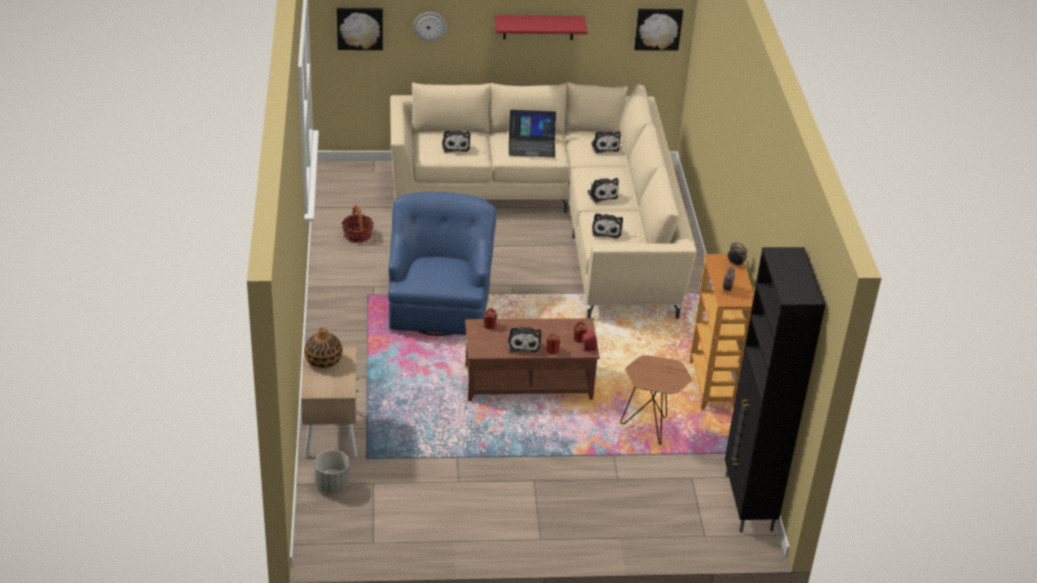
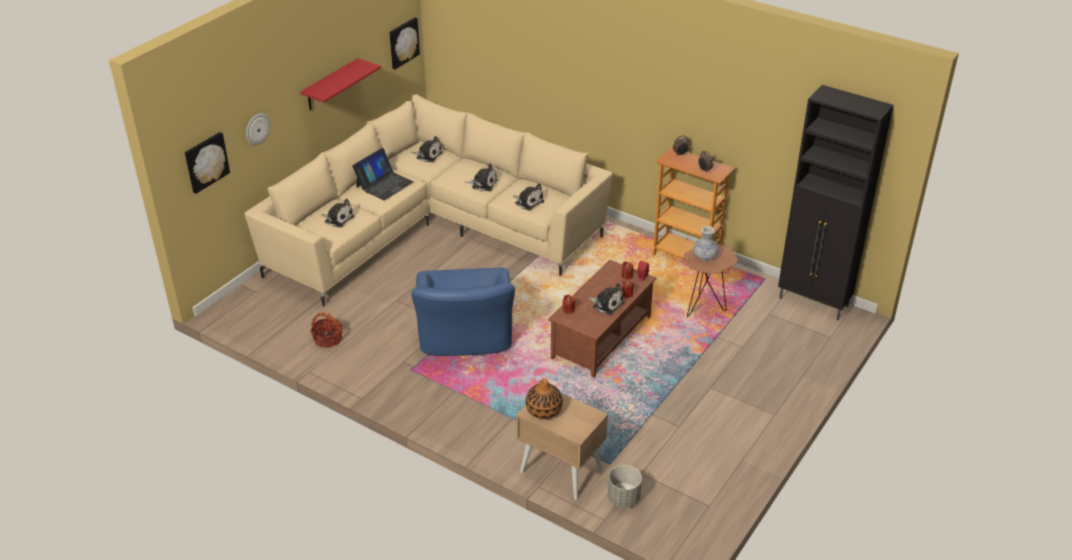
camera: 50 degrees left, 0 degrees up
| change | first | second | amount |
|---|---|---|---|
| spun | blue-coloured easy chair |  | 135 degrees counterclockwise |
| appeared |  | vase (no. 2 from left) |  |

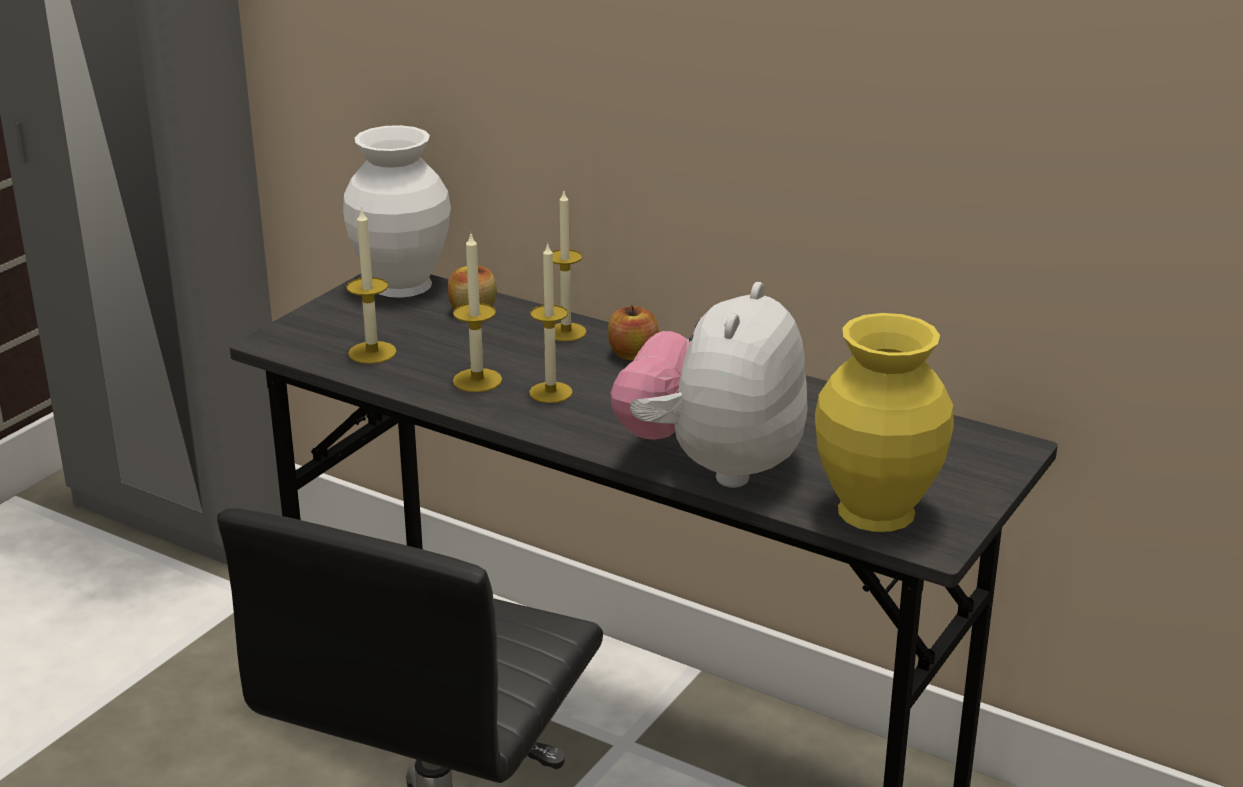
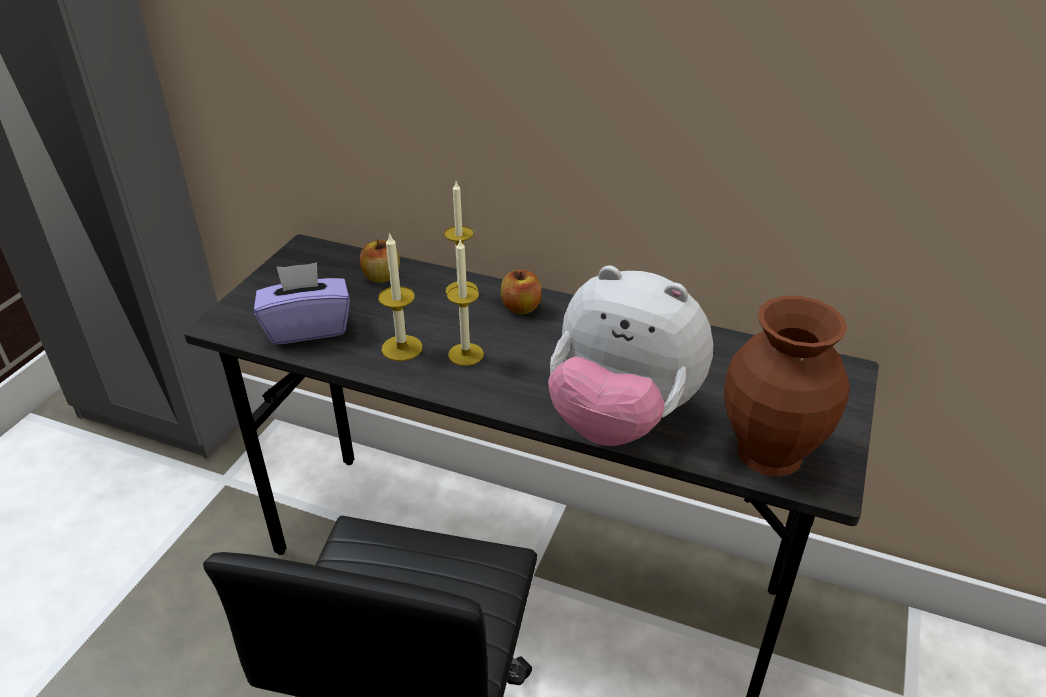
camera: 10 degrees left, 10 degrees up
| change | first | second | amount |
|---|---|---|---|
| exchanged | wax light (no. 1 from left) | purplish tissue holder |  |
| spun | plush toy |  | 75 degrees counterclockwise |
| colour | yellow vase | brownish vase |  |
| missing | white-coloured vase |  |  |

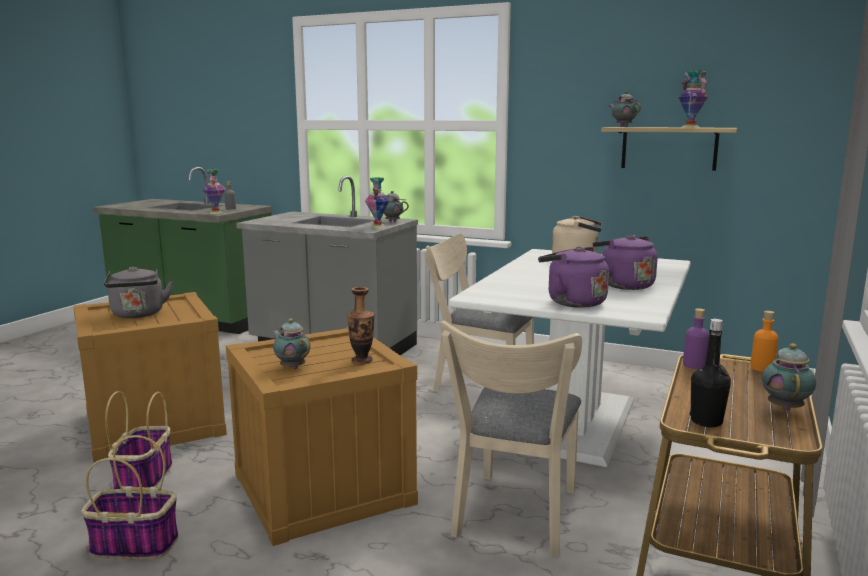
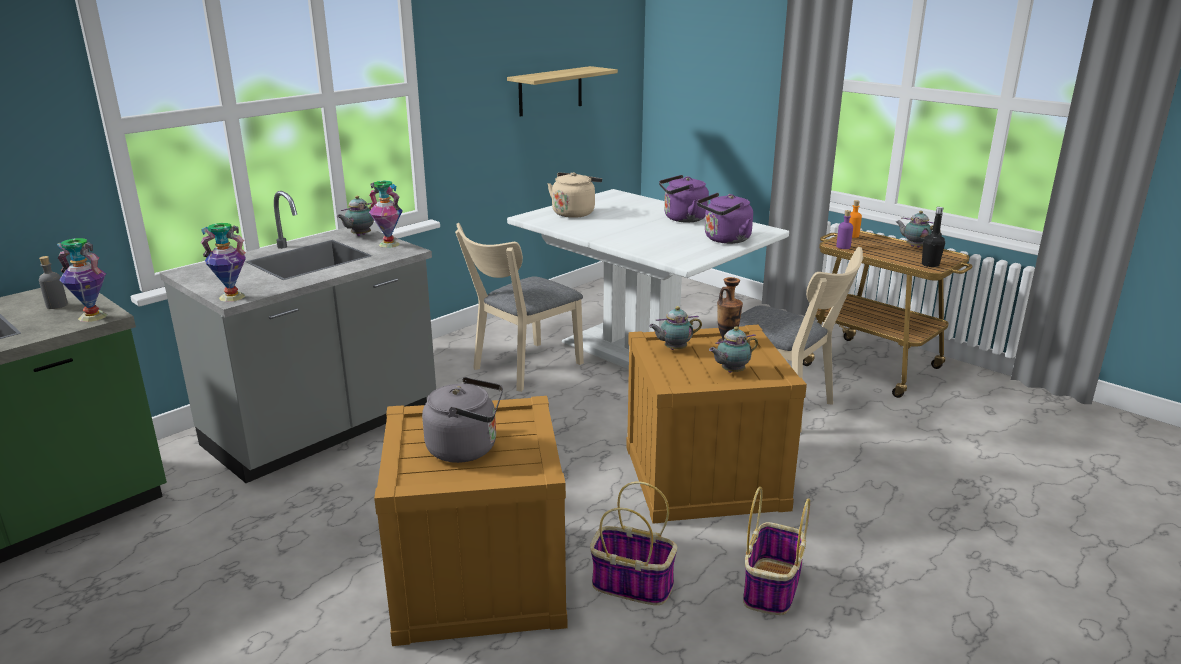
camera: 70 degrees left, 10 degrees up
| change | first | second | amount |
|---|---|---|---|
| relocated | vase (no. 4 from left in the first image) | vase (no. 2 from left) |  |
| relocated | tea pot (no. 3 from left in the first image) | tea pot (no. 2 from left) |  |

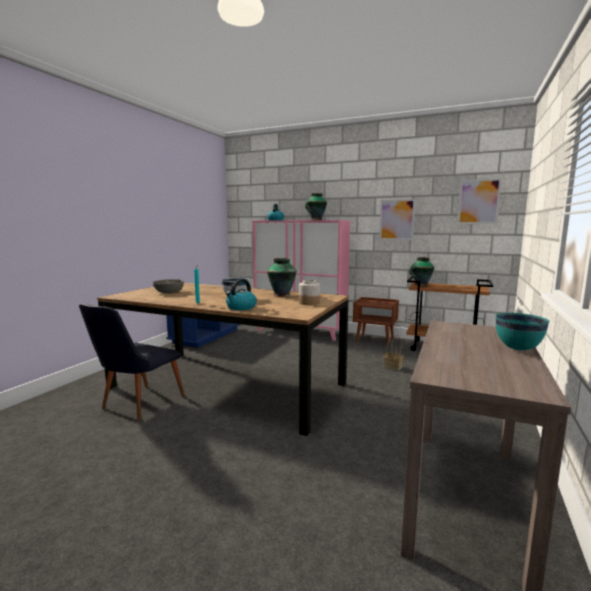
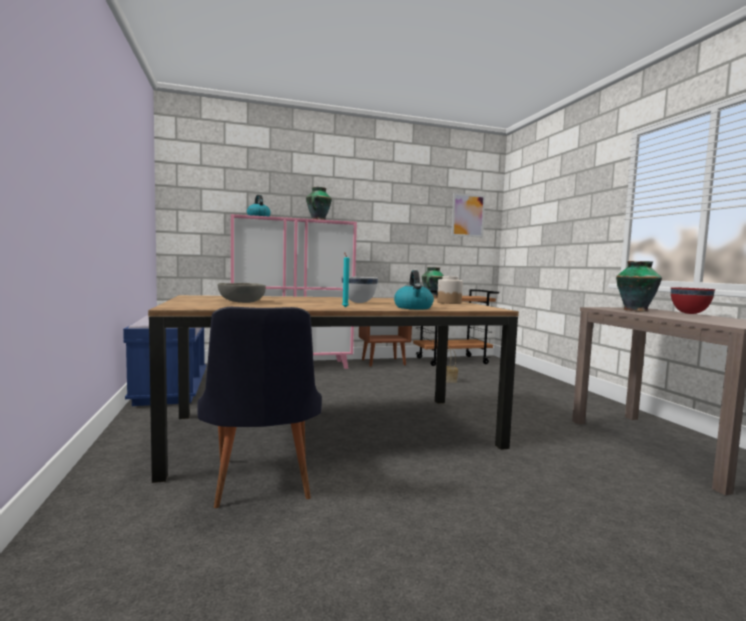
camera: 40 degrees left, 5 degrees down
| change | first | second | amount |
|---|---|---|---|
| relocated | vase (no. 1 from left in the first image) | vase (no. 3 from left) |  |
| colour | turquoise-coloured serving bowl | red-coloured serving bowl |  |
| missing | wall picture (no. 1 from left) |  |  |

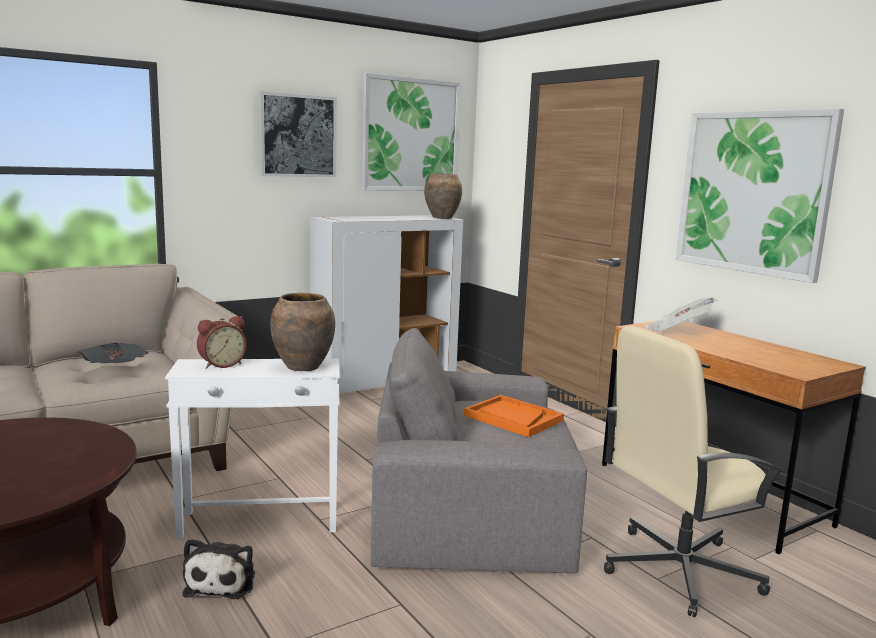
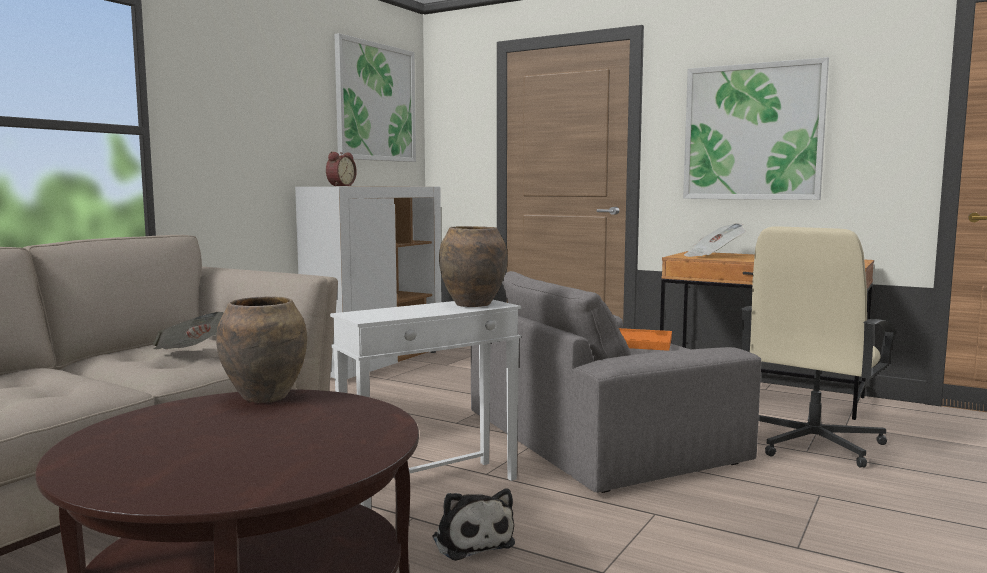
camera: 25 degrees left, 5 degrees down
| change | first | second | amount |
|---|---|---|---|
| relocated | brownish vase (no. 2 from left in the first image) | brownish vase (no. 1 from left) |  |
| relocated | alarm clock |  |  |
| missing | wall picture (no. 1 from left) |  |  |

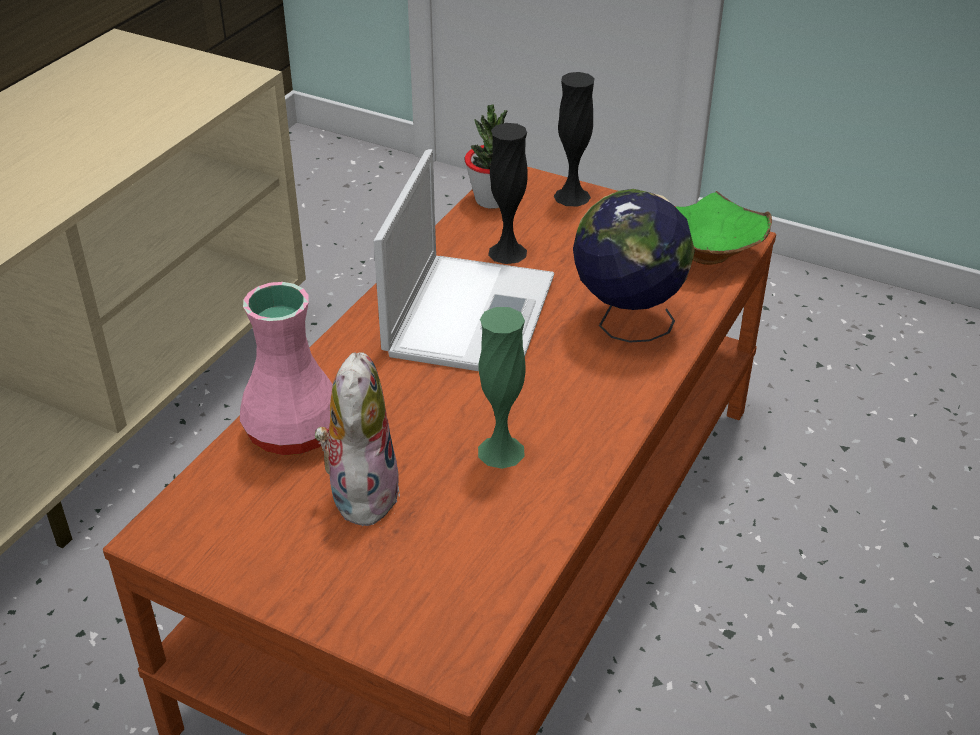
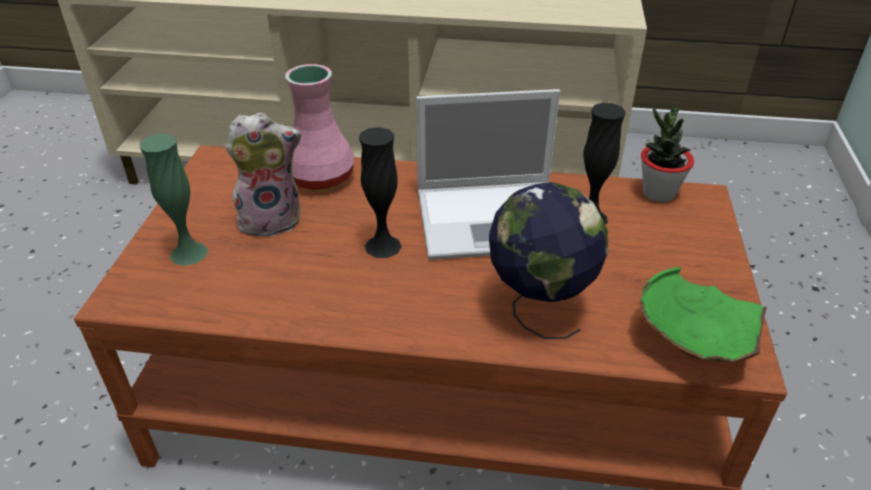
camera: 70 degrees right, 0 degrees up
| change | first | second | amount |
|---|---|---|---|
| relocated | greenish vase |  |  |
| relocated | blackish vase (no. 2 from left in the first image) | blackish vase (no. 1 from left) |  |

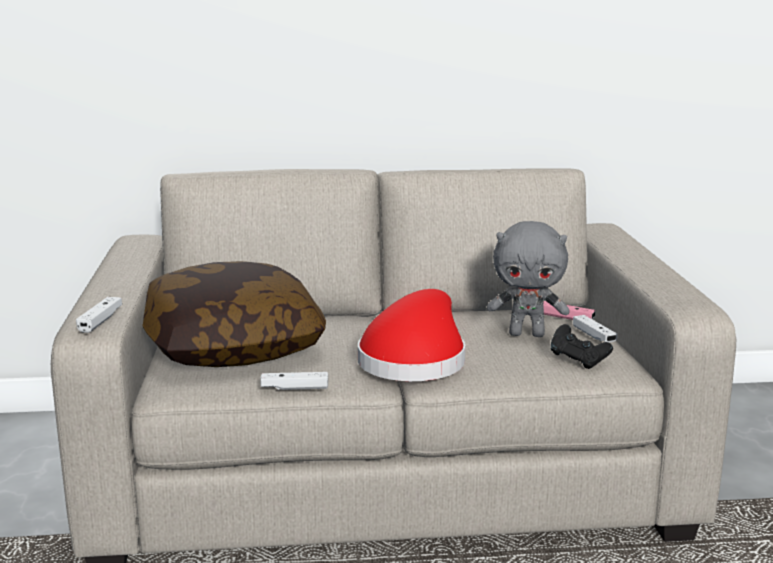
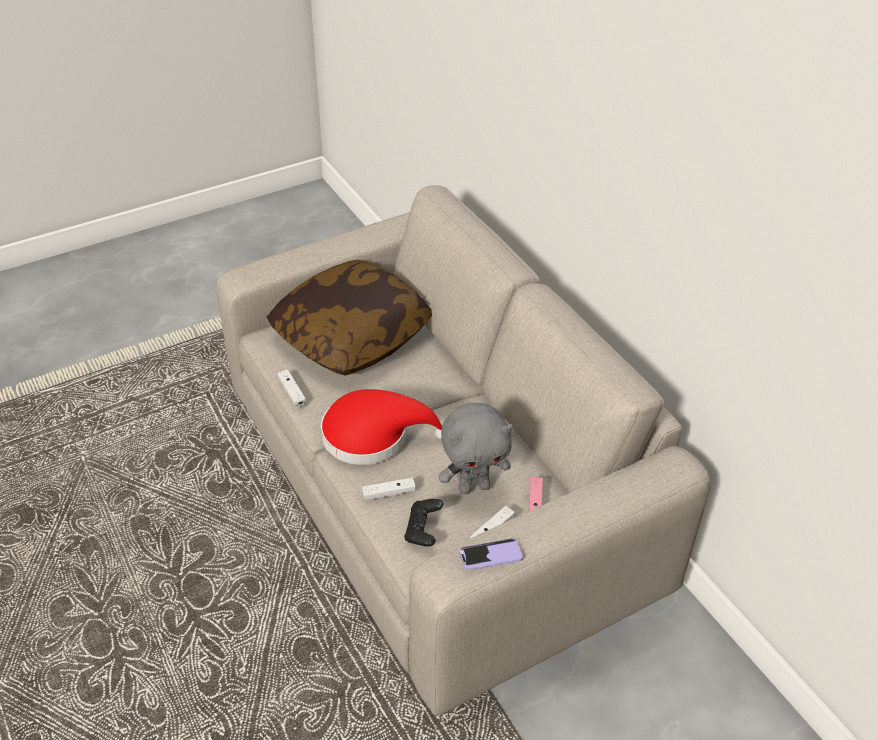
camera: 65 degrees right, 25 degrees up
| change | first | second | amount |
|---|---|---|---|
| relocated | white-coloured game controller (no. 1 from left in the first image) | white-coloured game controller (no. 2 from left) |  |
| spun | gray plush toy |  | 90 degrees counterclockwise |
| appeared |  | phone |  |

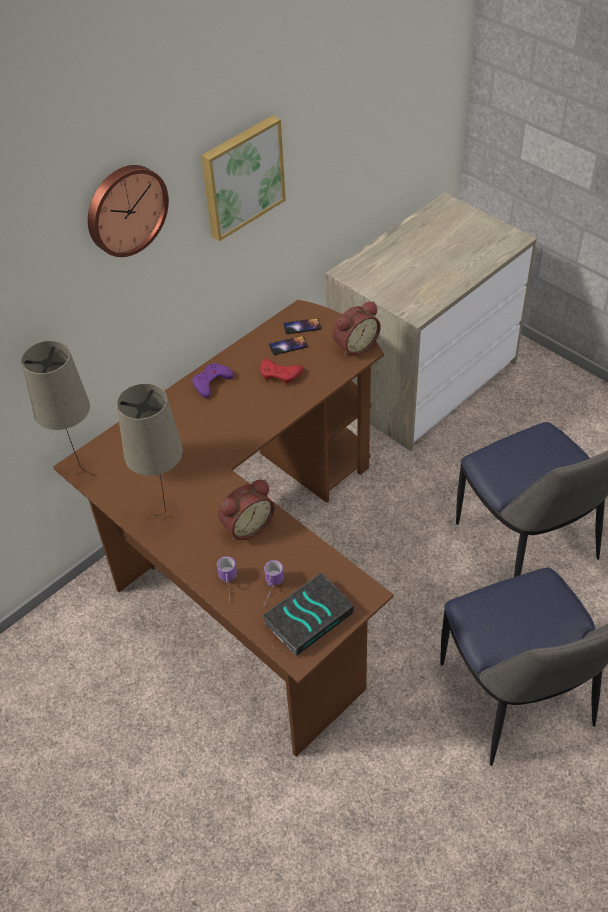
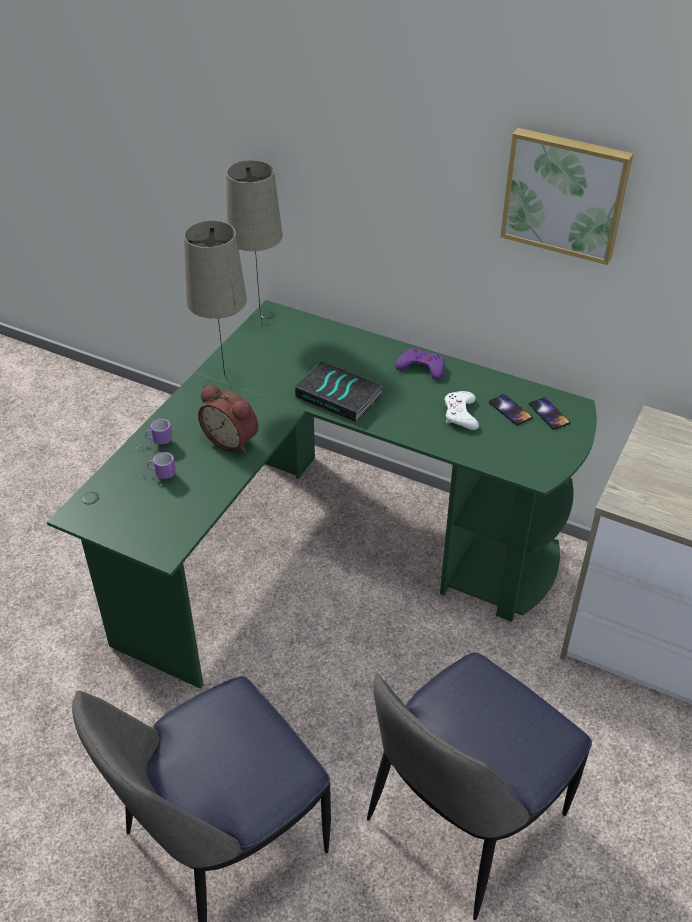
camera: 70 degrees right, 5 degrees down
| change | first | second | amount |
|---|---|---|---|
| colour | brownish desk | greenish desk |  |
| relocated | bound book |  |  |
| colour | red-coloured game controller | white-coloured game controller |  |
| missing | clock on the wall |  |  |
| missing | alarm clock (no. 2 from left) |  |  |

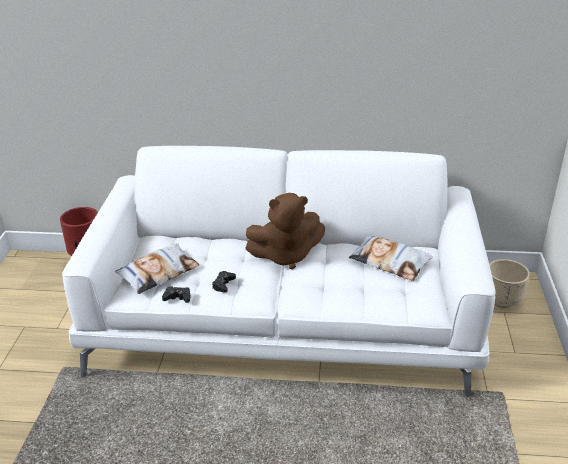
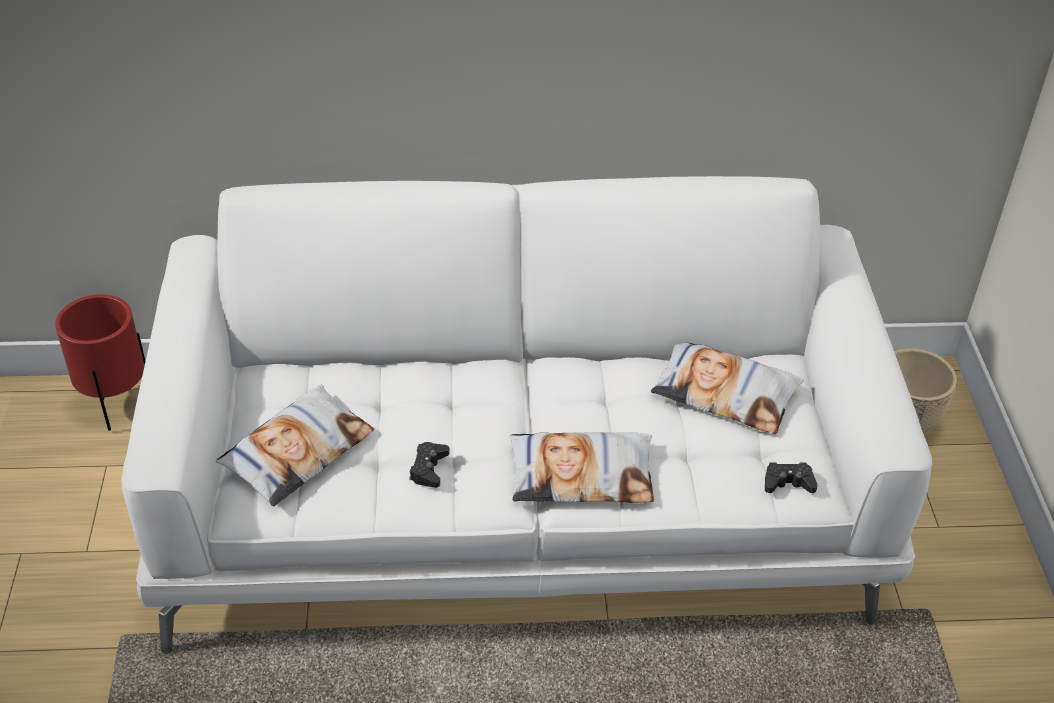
camera: 10 degrees left, 10 degrees up
| change | first | second | amount |
|---|---|---|---|
| appeared |  | cushion (no. 2 from left) |  |
| relocated | blackish game controller (no. 1 from left in the first image) | blackish game controller (no. 2 from left) |  |
| missing | brownish plush toy |  |  |

